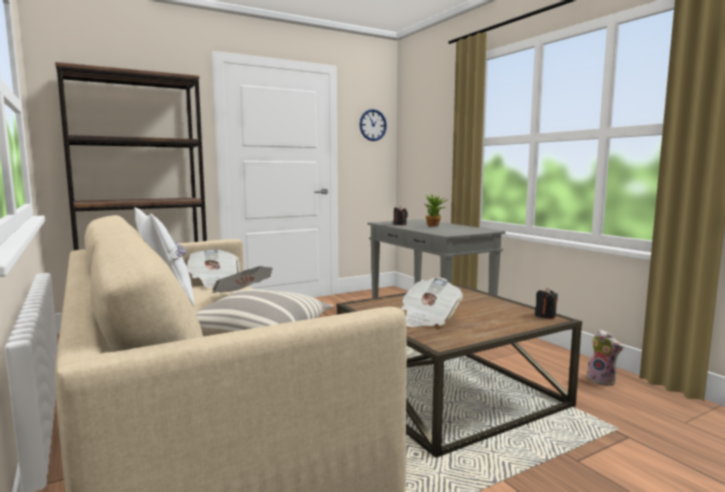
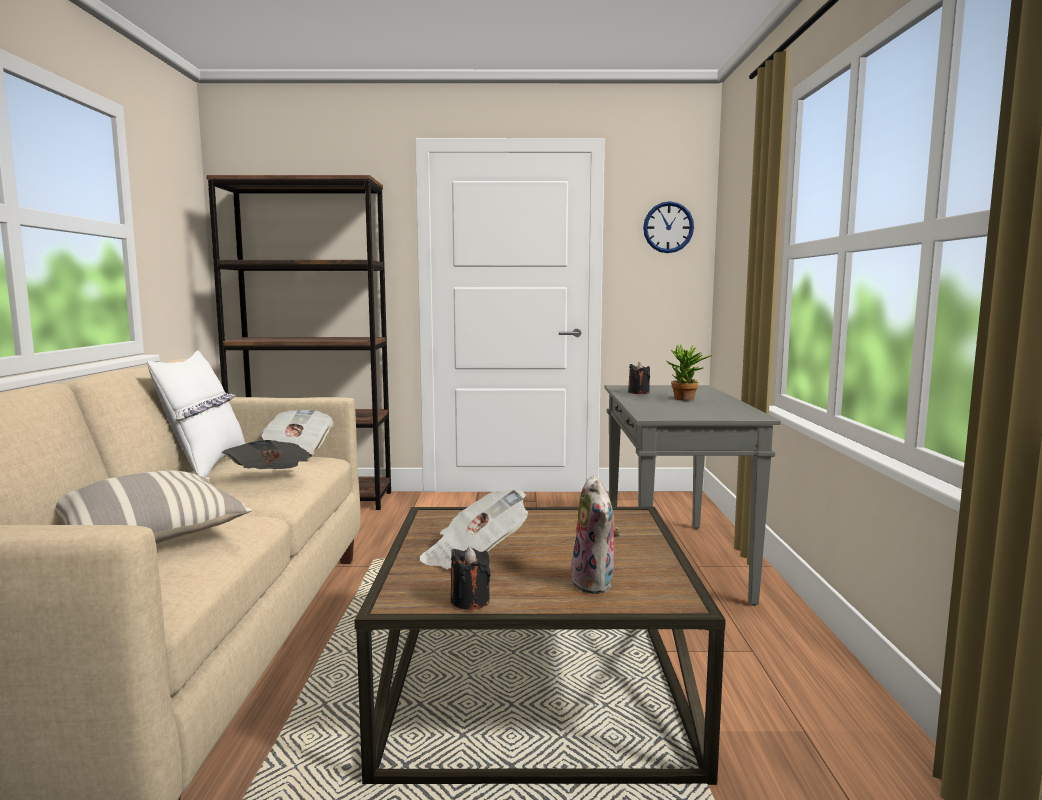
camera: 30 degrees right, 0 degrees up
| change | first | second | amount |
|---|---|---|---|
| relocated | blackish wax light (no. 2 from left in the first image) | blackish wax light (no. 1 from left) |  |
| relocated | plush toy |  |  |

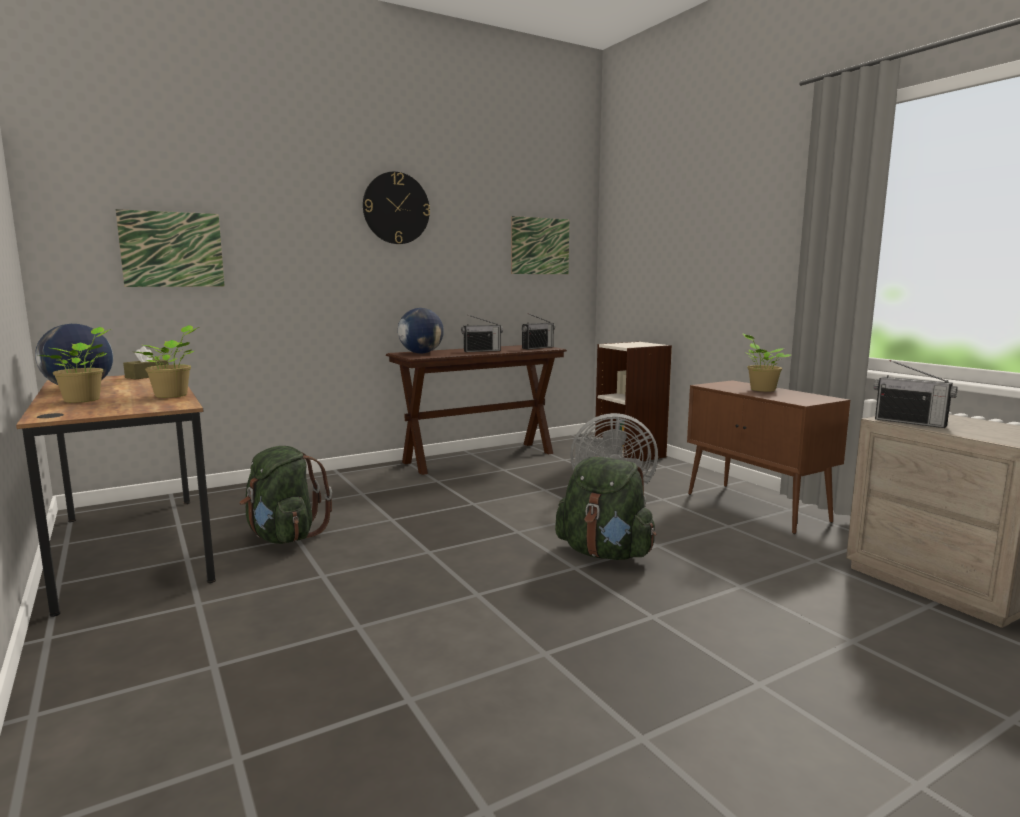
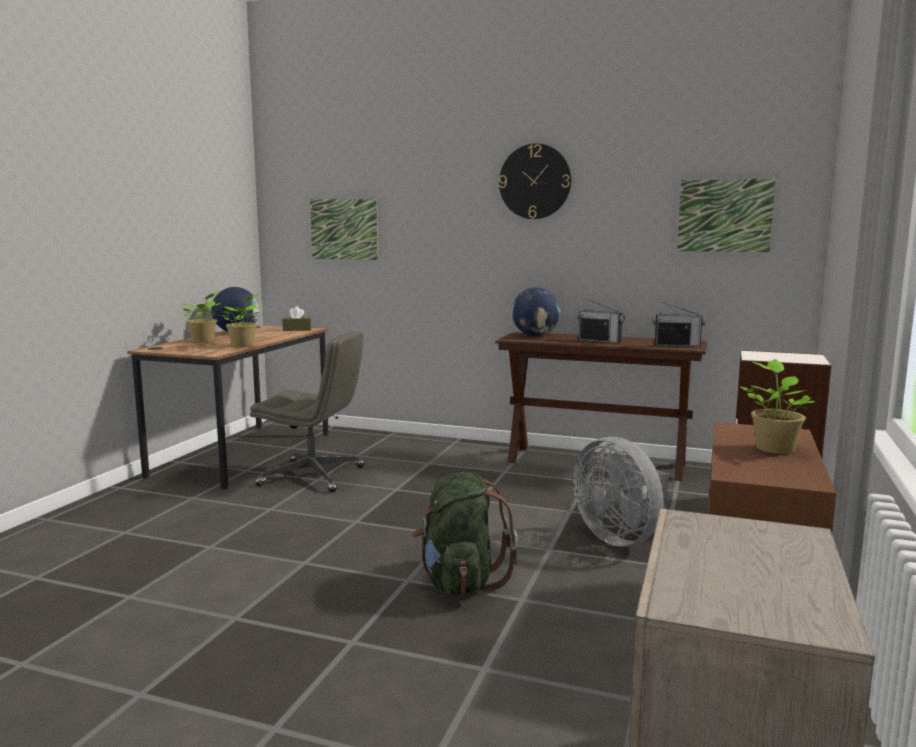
camera: 50 degrees right, 0 degrees up
| change | first | second | amount |
|---|---|---|---|
| exchanged | greenish knapsack (no. 1 from left) | gray office chair |  |
| missing | radio receiver (no. 3 from left) |  |  |

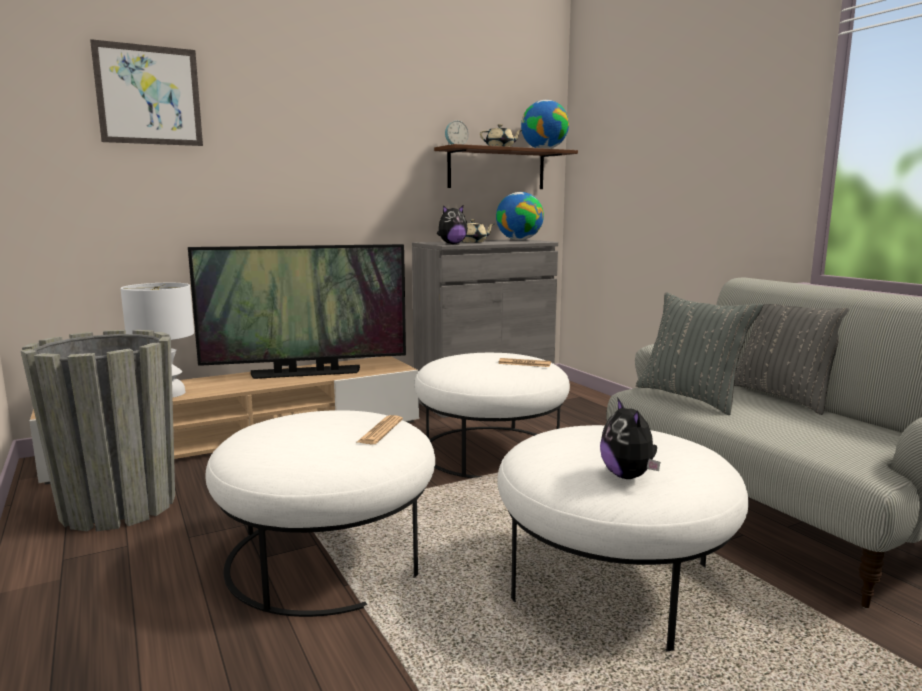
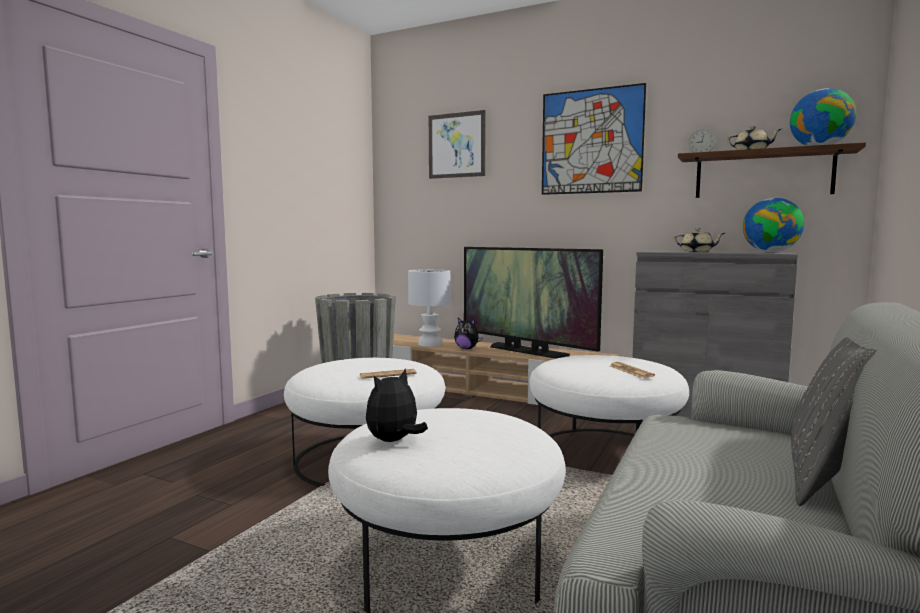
camera: 55 degrees right, 5 degrees down
| change | first | second | amount |
|---|---|---|---|
| relocated | plush toy (no. 1 from left in the first image) | plush toy (no. 2 from left) |  |
| appeared |  | wall picture (no. 2 from left) |  |
| missing | gray cushion (no. 1 from left) |  |  |

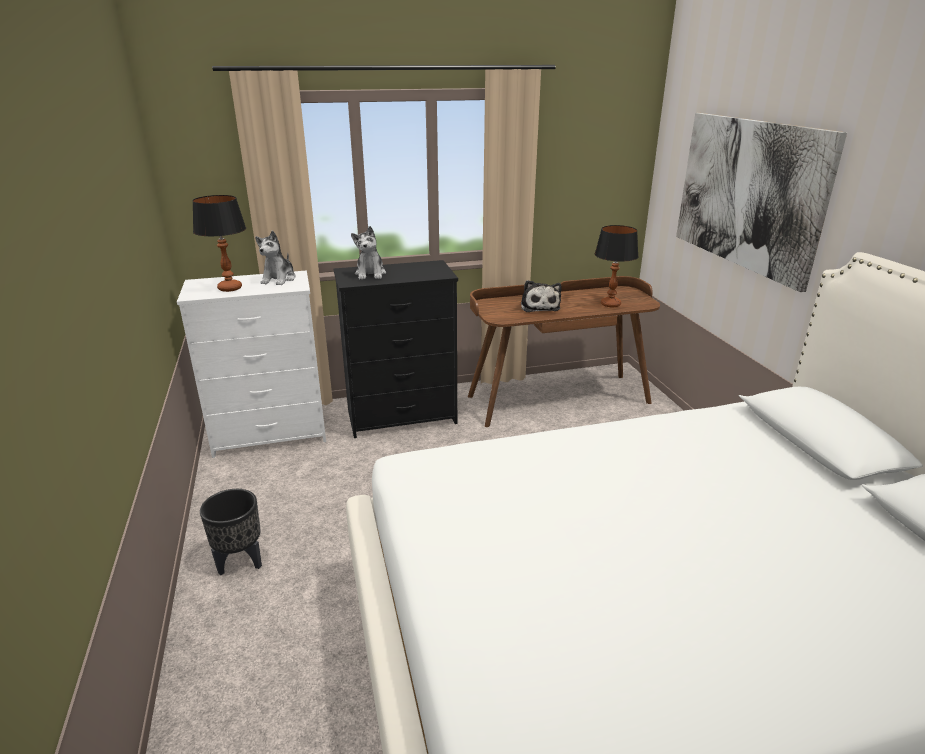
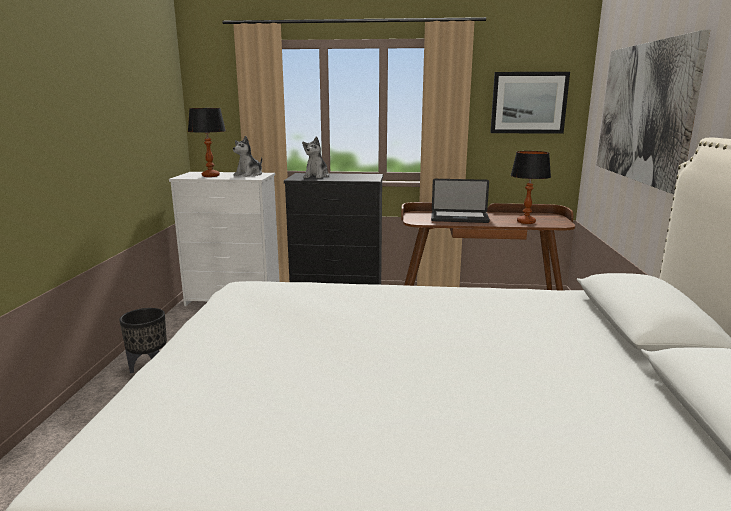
camera: 20 degrees right, 10 degrees down
| change | first | second | amount |
|---|---|---|---|
| exchanged | plush toy (no. 3 from left) | portable computer |  |
| appeared |  | wall picture (no. 1 from left) |  |

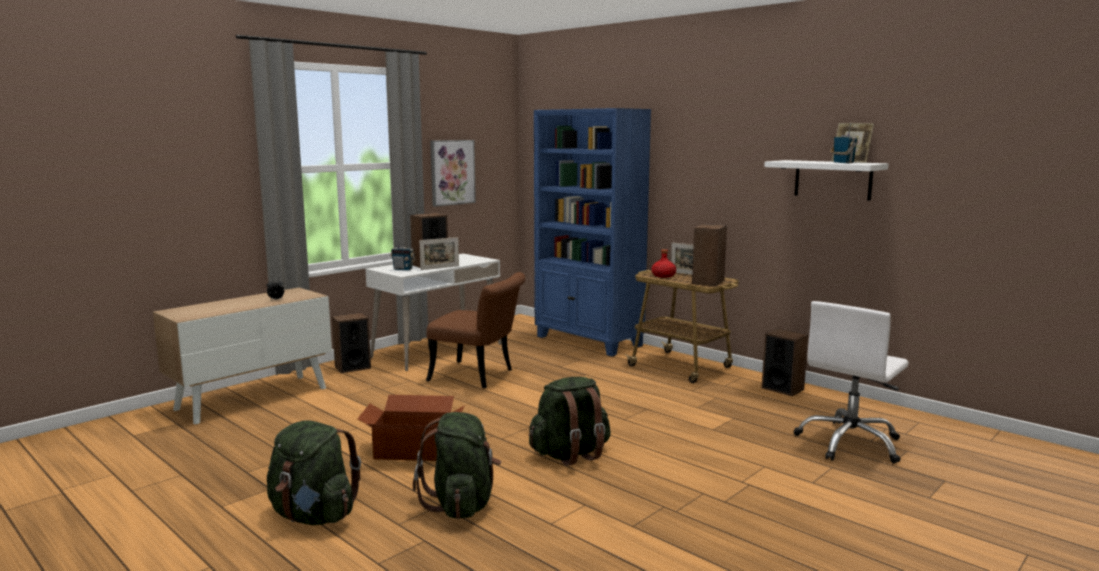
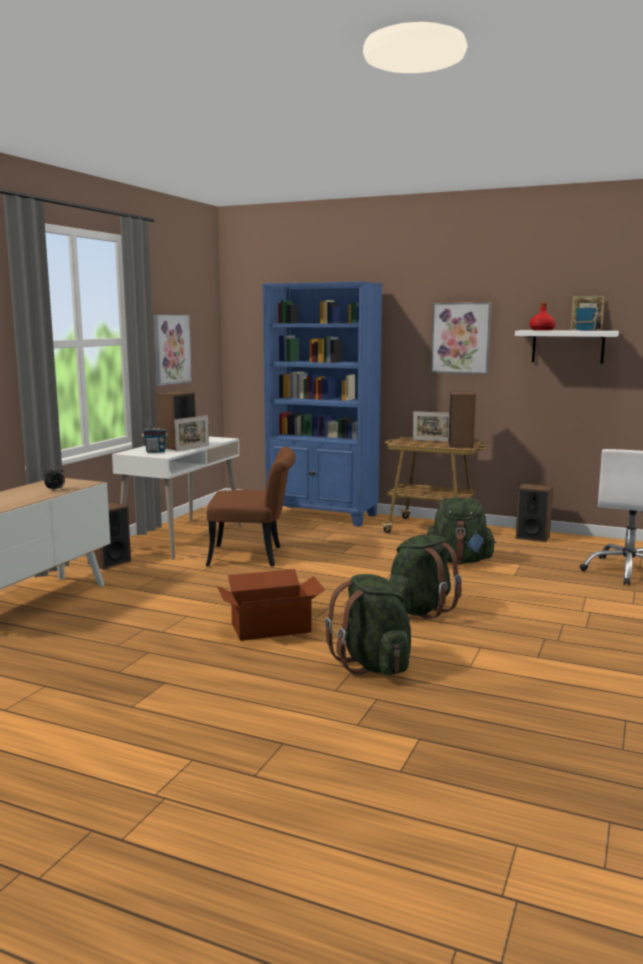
camera: 20 degrees left, 0 degrees up
| change | first | second | amount |
|---|---|---|---|
| relocated | greenish knapsack (no. 1 from left in the first image) | greenish knapsack (no. 3 from left) |  |
| appeared |  | wall picture (no. 2 from left) |  |
| relocated | red-coloured bottle |  |  |

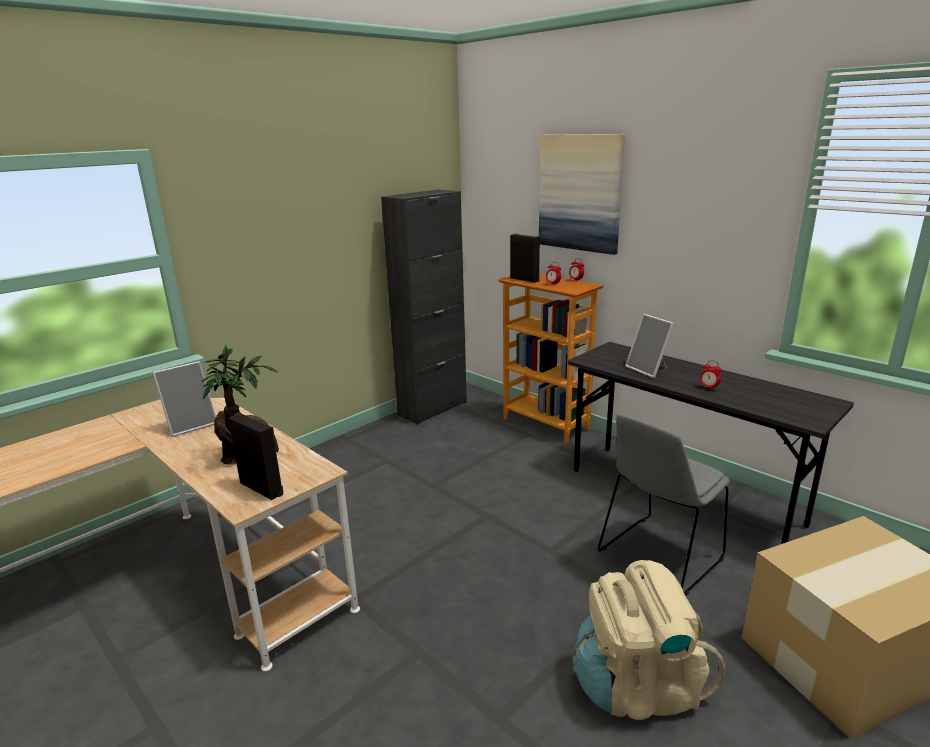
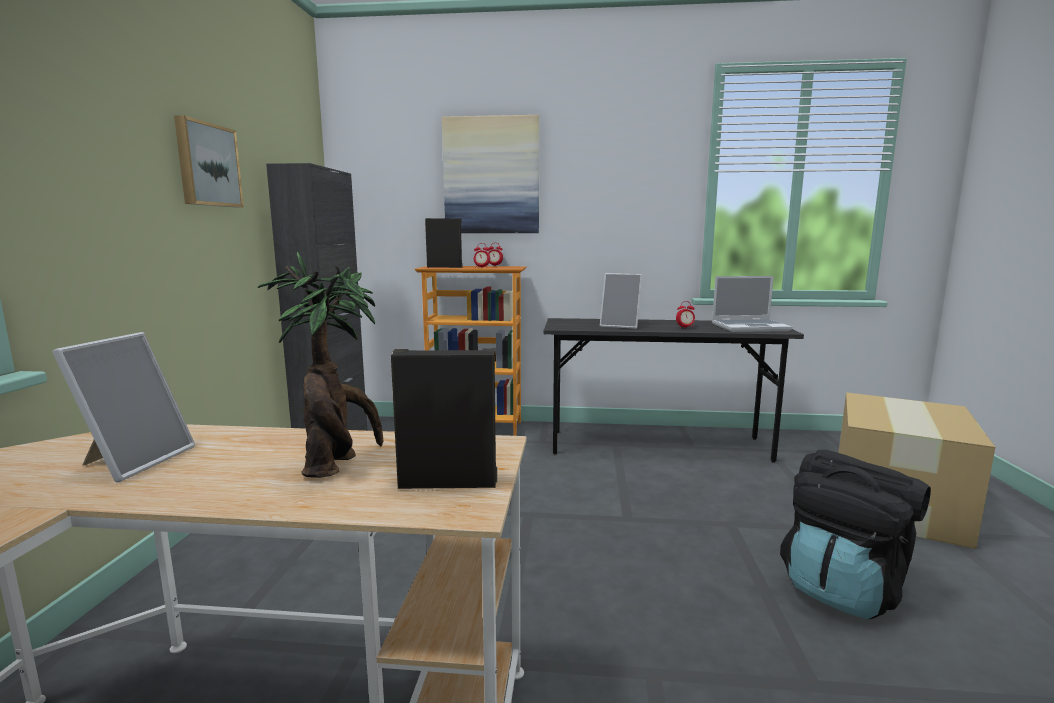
camera: 40 degrees left, 10 degrees down
| change | first | second | amount |
|---|---|---|---|
| appeared |  | wall picture (no. 1 from left) |  |
| appeared |  | portable computer |  |
| colour | sand-coloured knapsack | blackish knapsack |  |
| missing | gray plain chair |  |  |

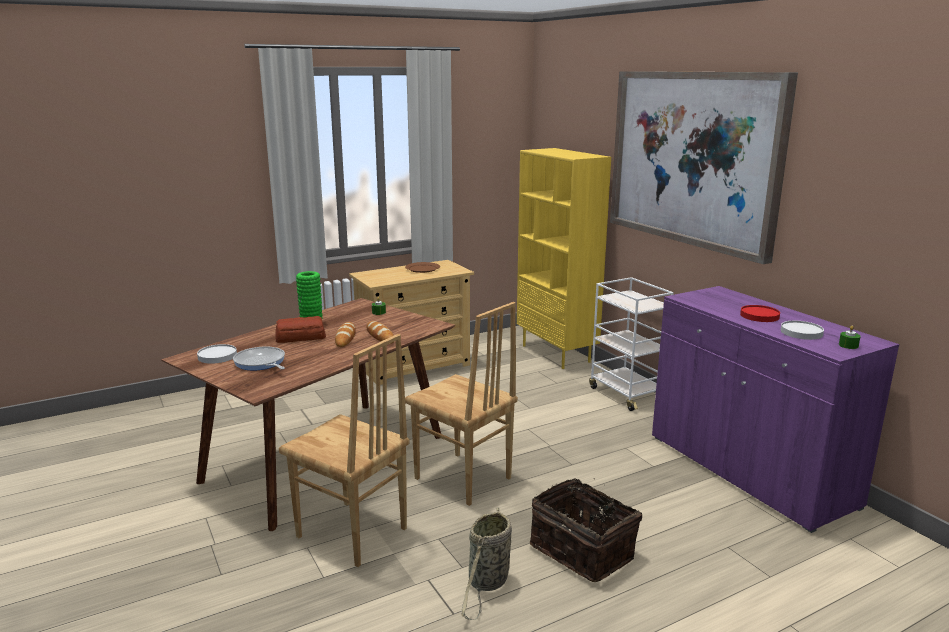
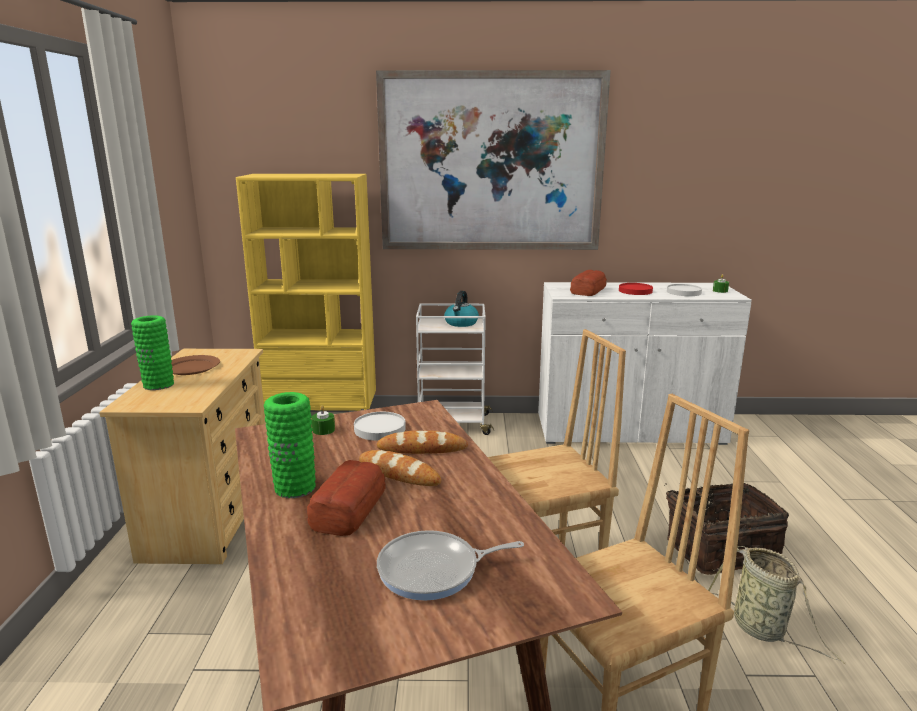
camera: 60 degrees left, 0 degrees up
| change | first | second | amount |
|---|---|---|---|
| appeared |  | greenish vase (no. 1 from left) |  |
| relocated | white-coloured flat dish (no. 1 from left) |  |  |
| appeared |  | kettle |  |
| colour | purplish cabinet | white-coloured cabinet |  |
| appeared |  | bread (no. 4 from left) |  |

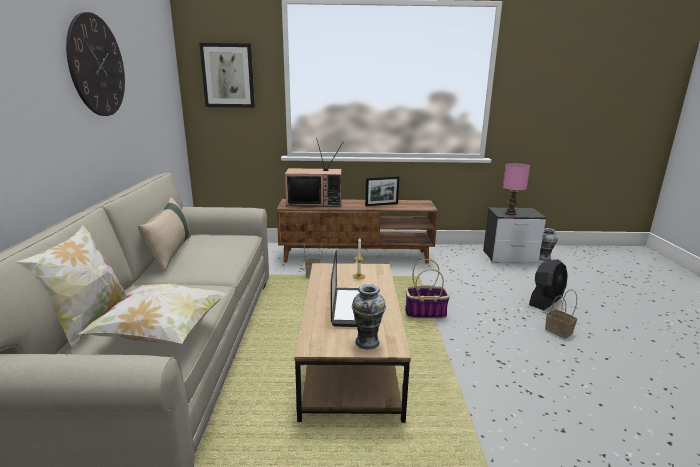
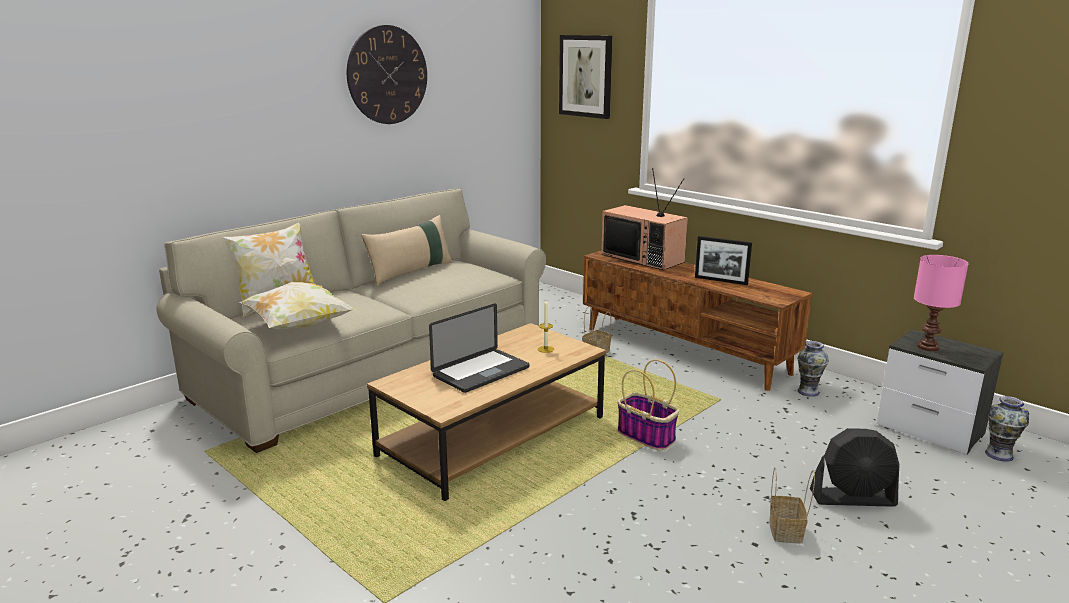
camera: 45 degrees right, 0 degrees up
| change | first | second | amount |
|---|---|---|---|
| relocated | vase (no. 1 from left) |  |  |

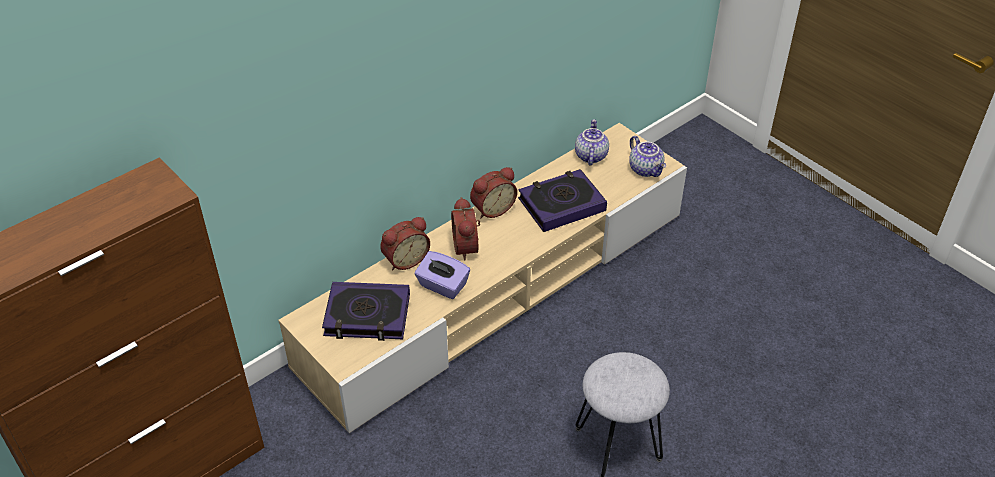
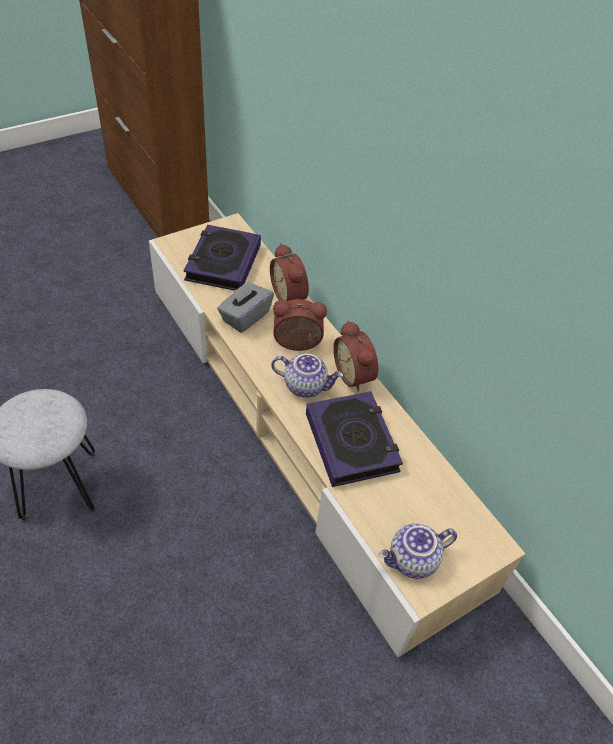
camera: 95 degrees right, 5 degrees up
| change | first | second | amount |
|---|---|---|---|
| colour | purplish tissue holder | gray tissue holder |  |
| relocated | tea pot (no. 1 from left) |  |  |

